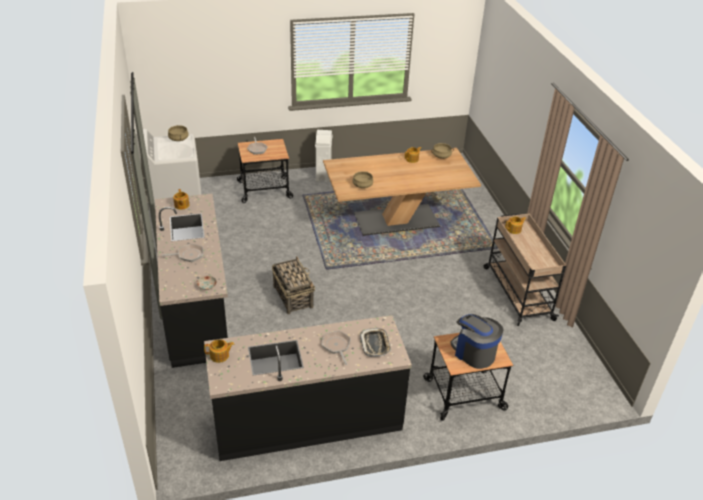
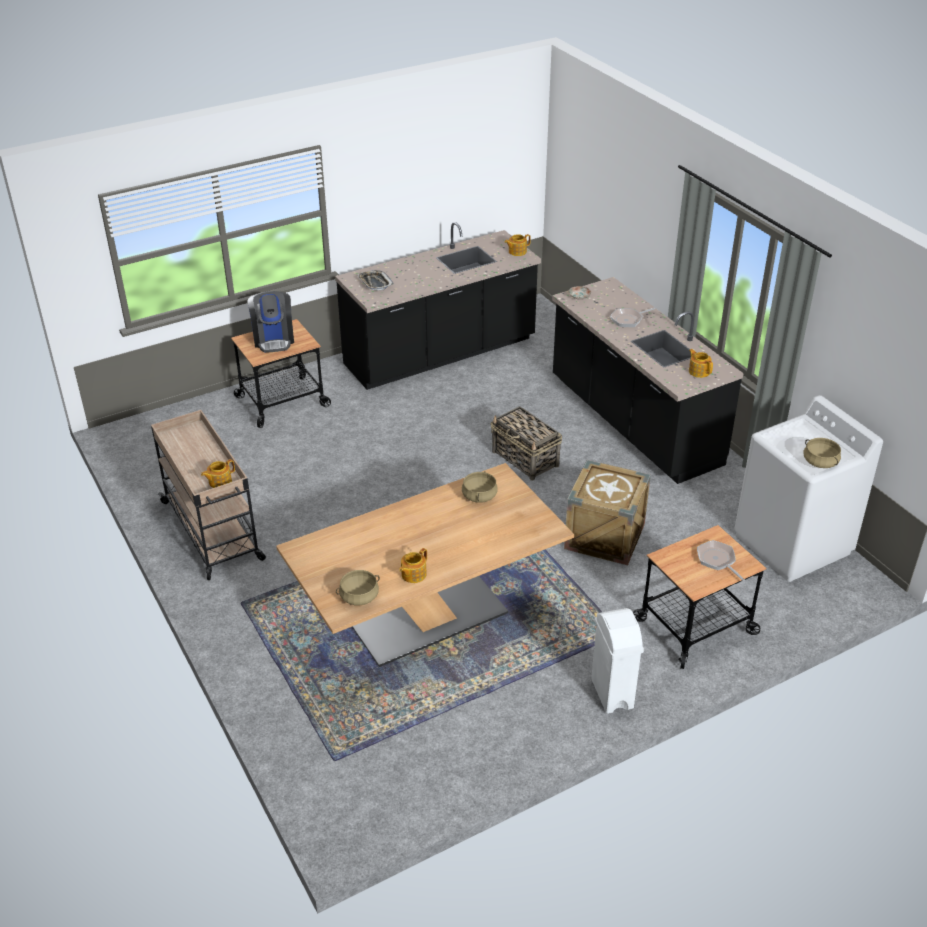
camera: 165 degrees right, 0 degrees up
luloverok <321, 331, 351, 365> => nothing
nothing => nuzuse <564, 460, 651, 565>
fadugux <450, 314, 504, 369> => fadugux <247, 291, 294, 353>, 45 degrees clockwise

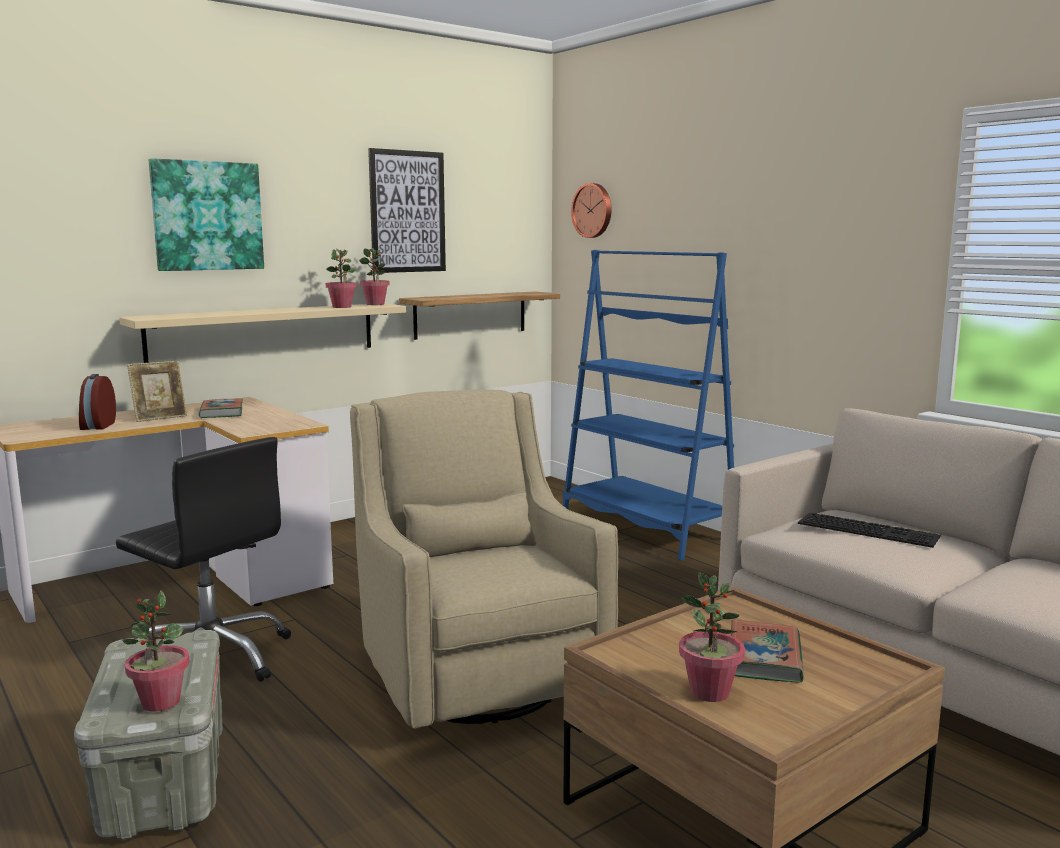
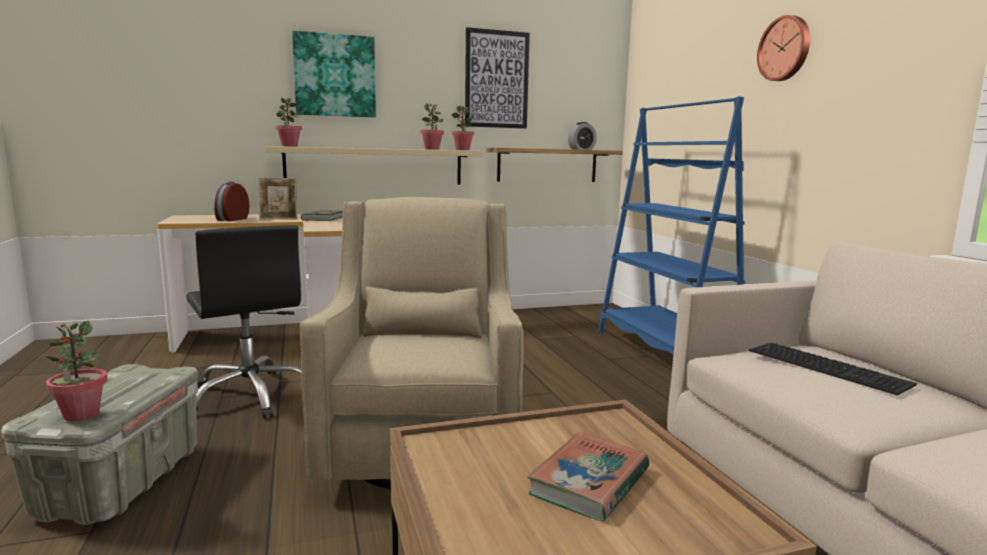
camera: 20 degrees right, 0 degrees up
nothing => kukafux <568, 122, 597, 150>
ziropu <571, 183, 611, 238> => ziropu <757, 15, 810, 81>, moved
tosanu <679, 572, 745, 702> => tosanu <276, 98, 302, 147>, moved

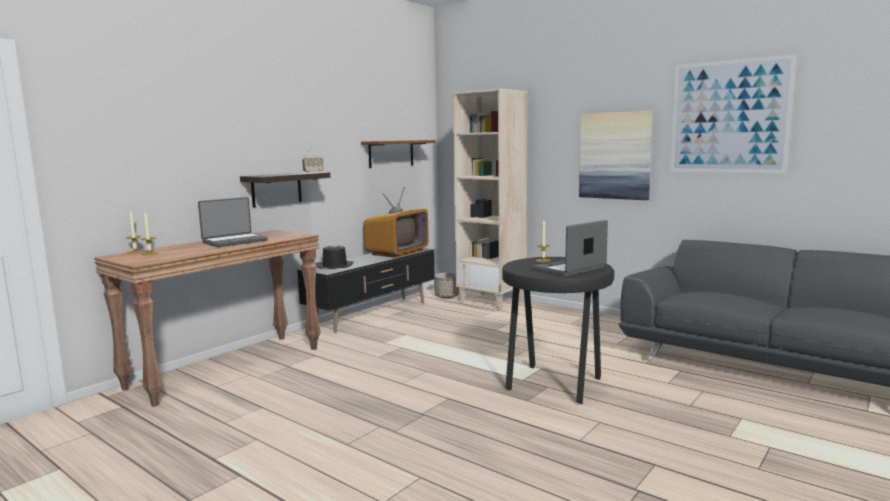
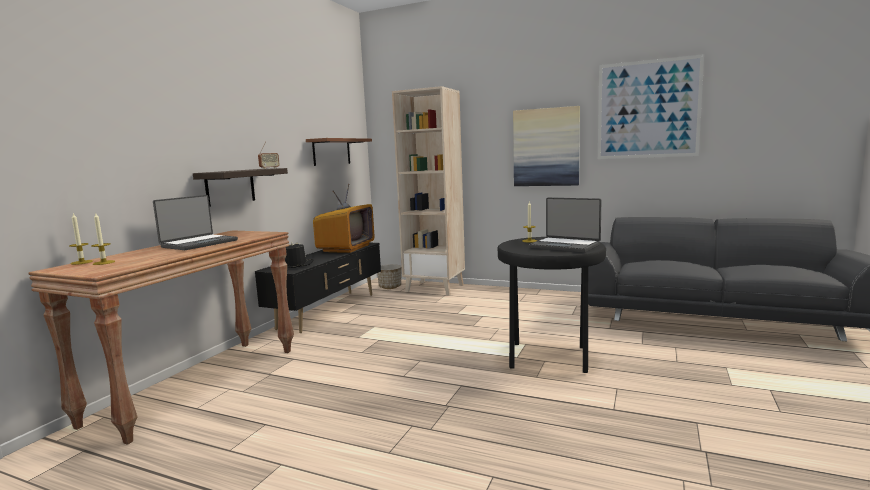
camera: 15 degrees left, 0 degrees up
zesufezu <531, 220, 608, 277> => zesufezu <529, 197, 601, 253>, 90 degrees counterclockwise

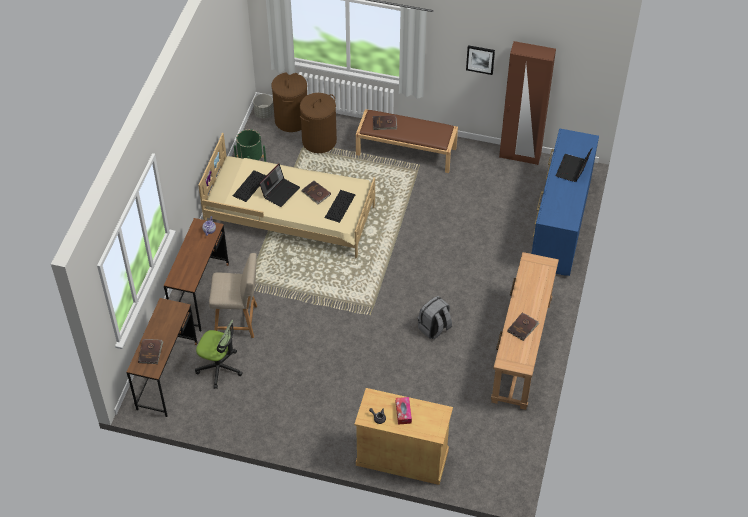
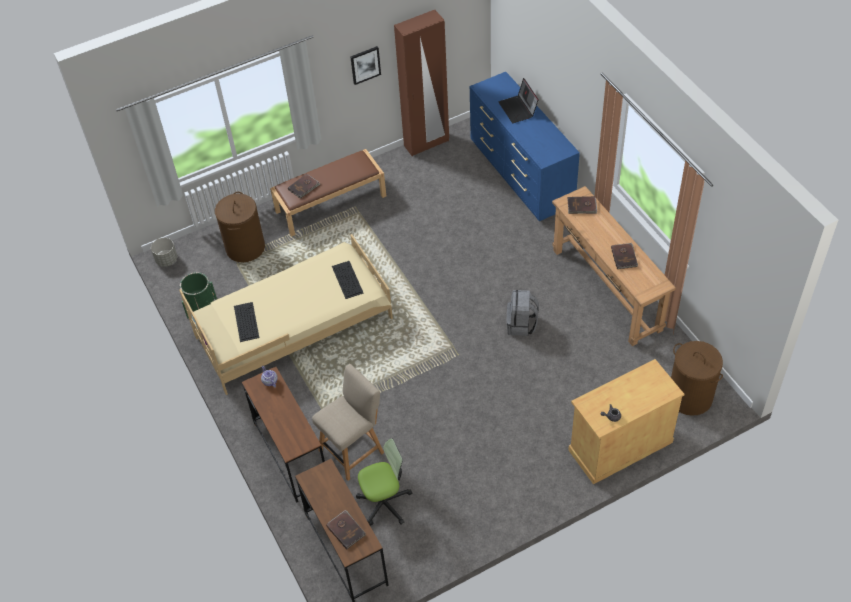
camera: 40 degrees left, 0 degrees up
zesufezu <259, 164, 300, 207> => nothing
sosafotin <396, 397, 412, 425> => nothing
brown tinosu <271, 72, 307, 132> => brown tinosu <671, 341, 723, 416>, moved
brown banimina <302, 181, 331, 204> => brown banimina <567, 196, 597, 214>, moved

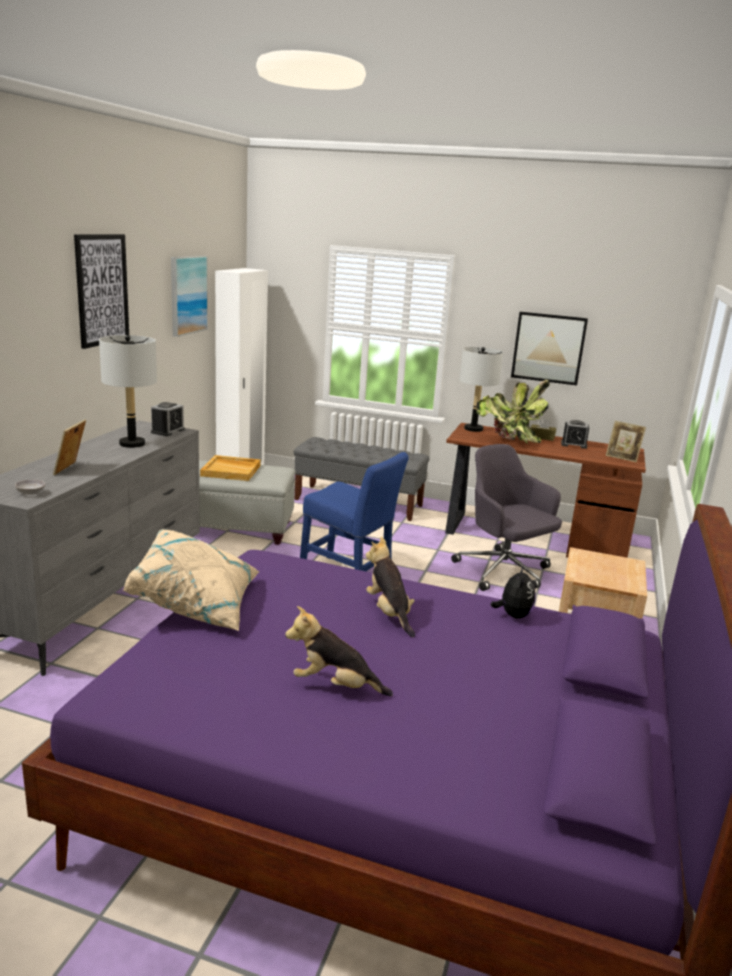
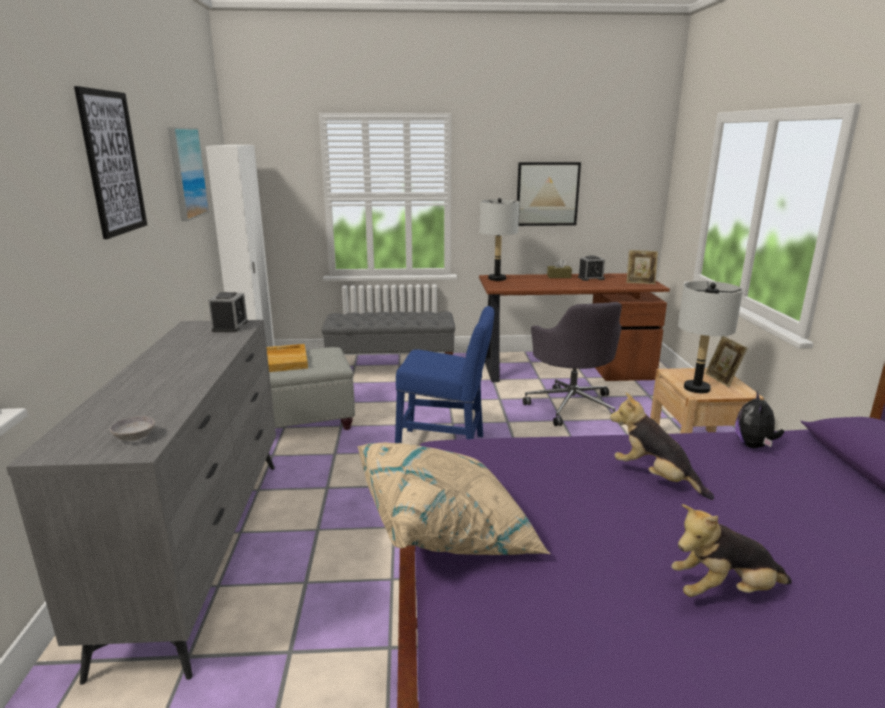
camera: 20 degrees left, 0 degrees up
tosanu <477, 380, 550, 444> => nothing
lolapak <53, 420, 86, 475> => lolapak <705, 336, 748, 387>, moved
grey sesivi <99, 335, 157, 448> => grey sesivi <678, 281, 743, 393>, moved
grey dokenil <451, 444, 562, 591> => grey dokenil <523, 302, 622, 426>, 135 degrees counterclockwise
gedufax <490, 565, 536, 618> => gedufax <735, 392, 784, 448>, 150 degrees counterclockwise

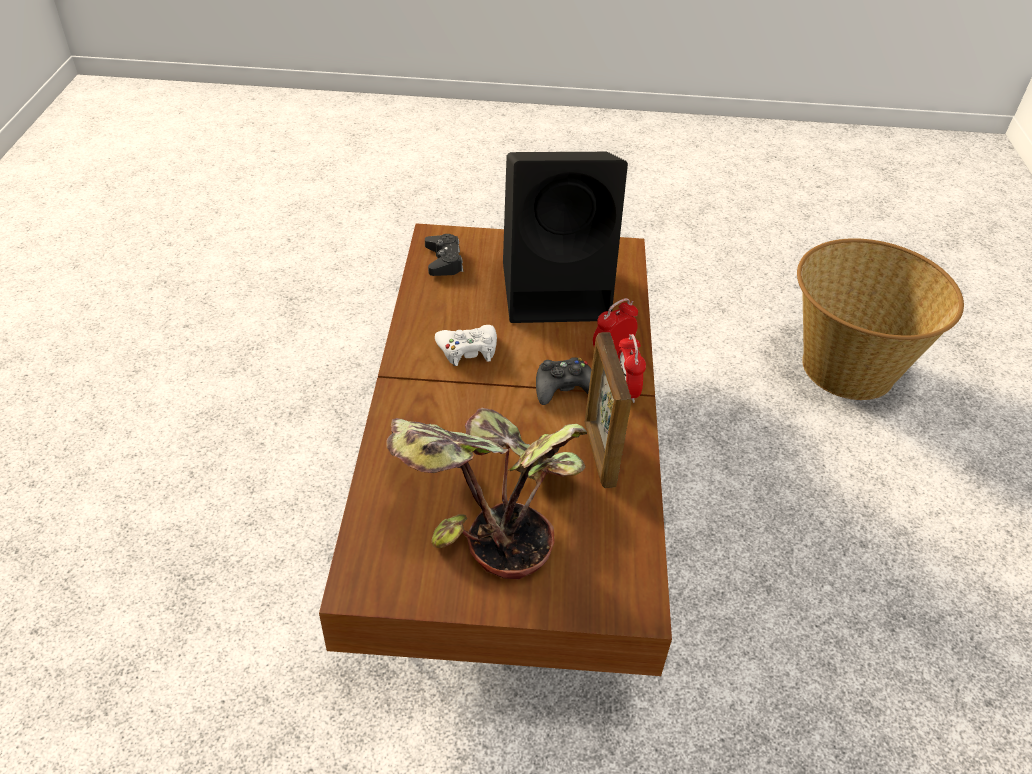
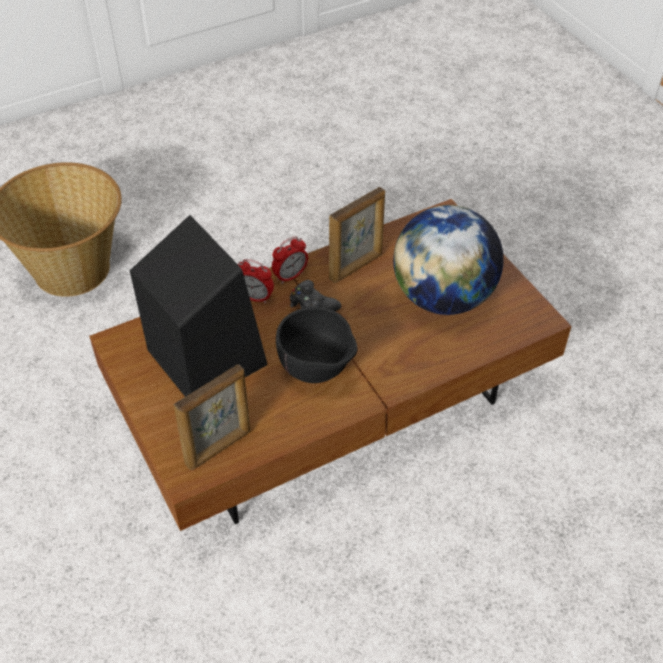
camera: 120 degrees left, 5 degrees up
tosanu <386, 408, 587, 579> => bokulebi <393, 205, 504, 315>
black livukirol <425, 234, 463, 276> => lolapak <174, 364, 250, 470>
white livukirol <435, 325, 497, 366> => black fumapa <276, 307, 357, 383>

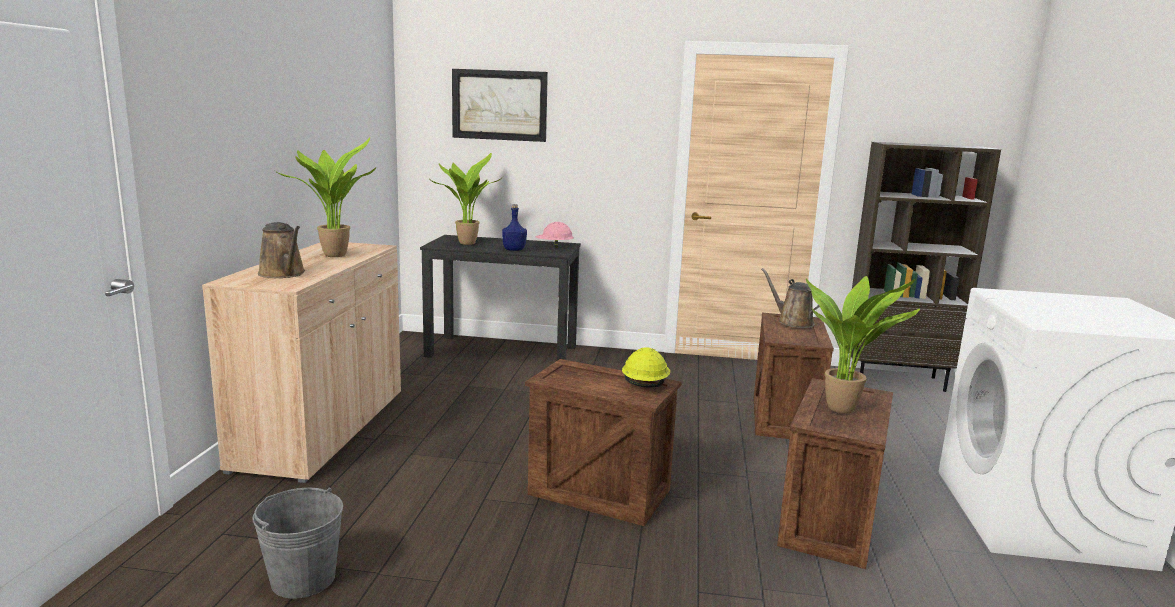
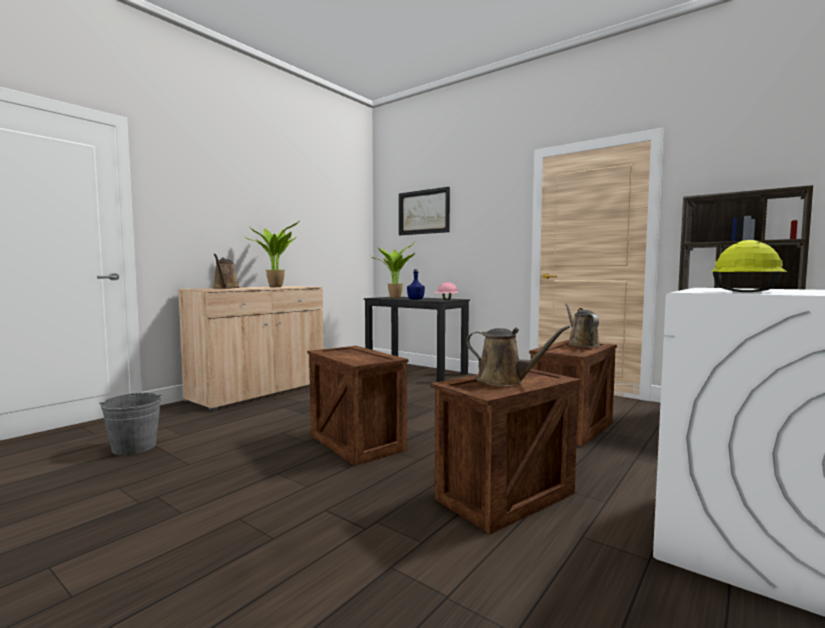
camera: 30 degrees right, 10 degrees down
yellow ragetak <622, 347, 670, 388> => yellow ragetak <711, 240, 787, 292>, moved
tosanu <806, 276, 920, 414> => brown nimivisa <466, 325, 570, 386>

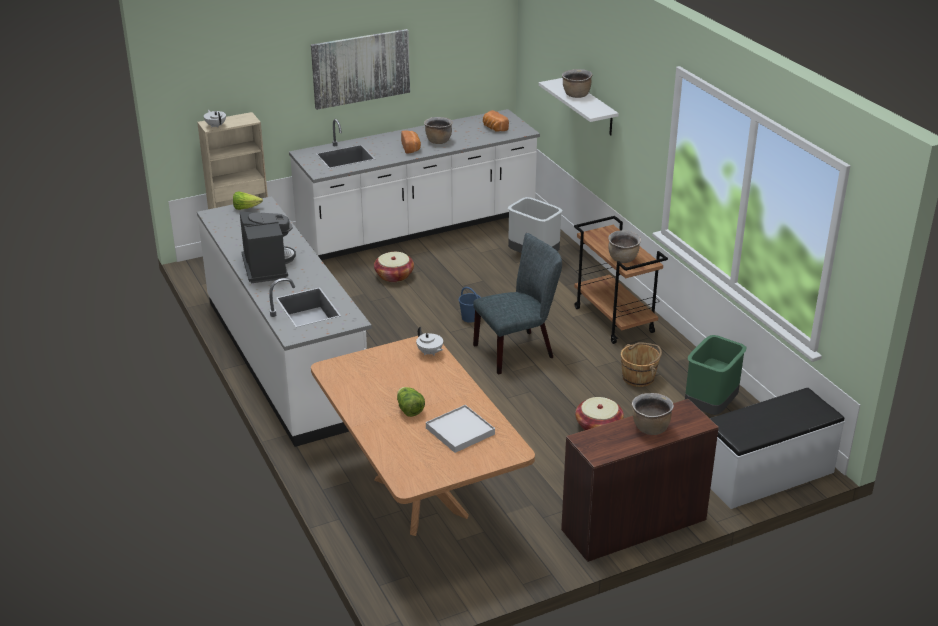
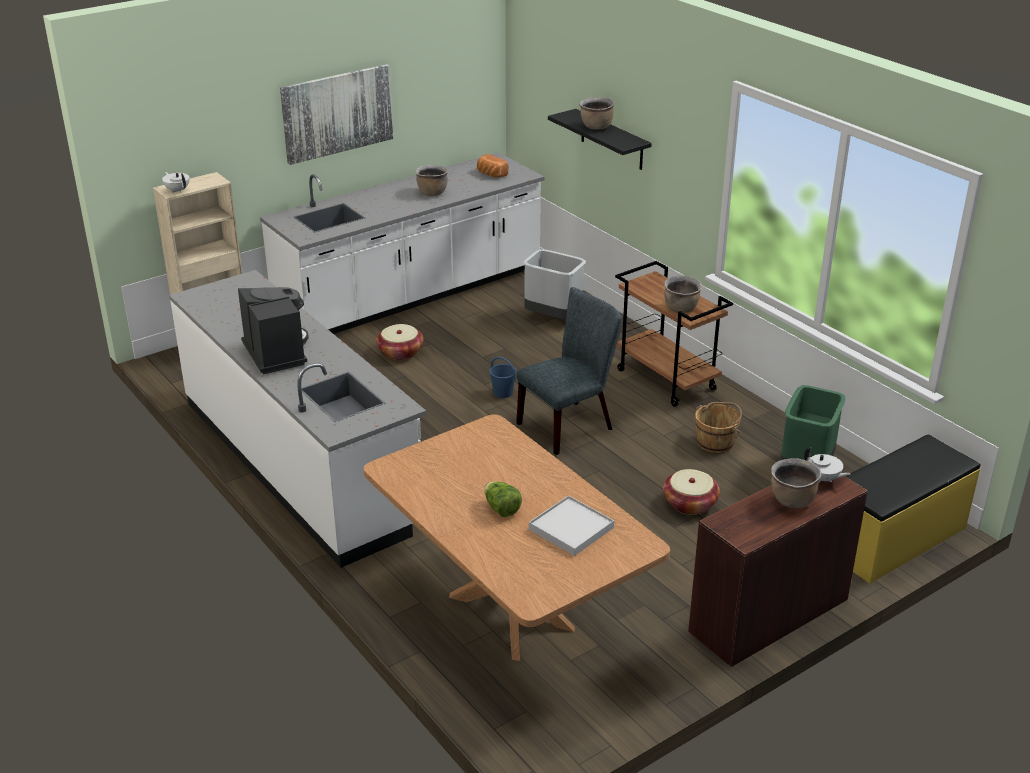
camera: 10 degrees left, 0 degrees up
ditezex <233, 191, 263, 210> => nothing
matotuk <401, 130, 421, 153> => nothing
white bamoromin <416, 327, 443, 356> => white bamoromin <804, 447, 850, 483>, moved
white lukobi <539, 78, 619, 135> => black lukobi <548, 109, 652, 170>
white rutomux <710, 388, 845, 509> => yellow rutomux <845, 435, 980, 583>

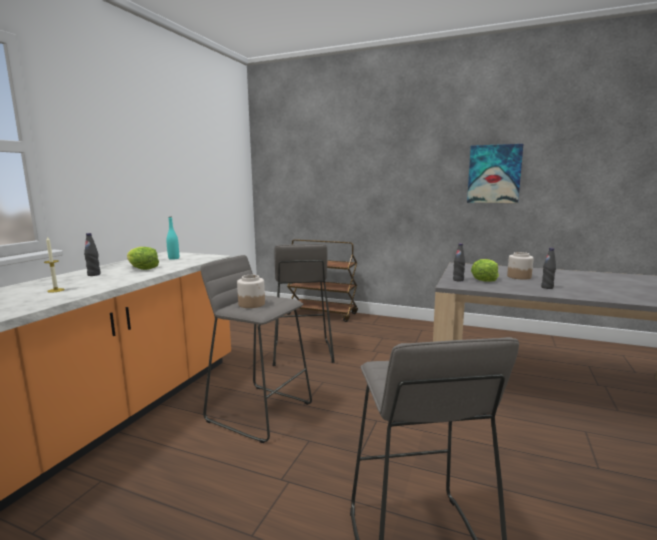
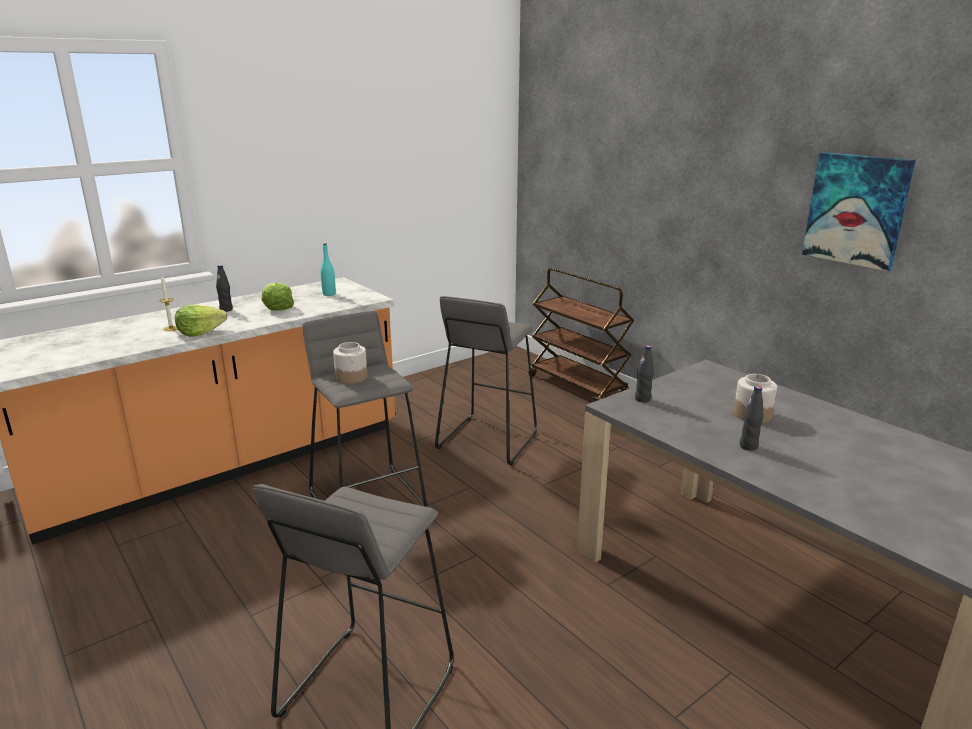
camera: 30 degrees right, 10 degrees up
ditezex <471, 259, 499, 282> => ditezex <175, 305, 227, 337>, moved

